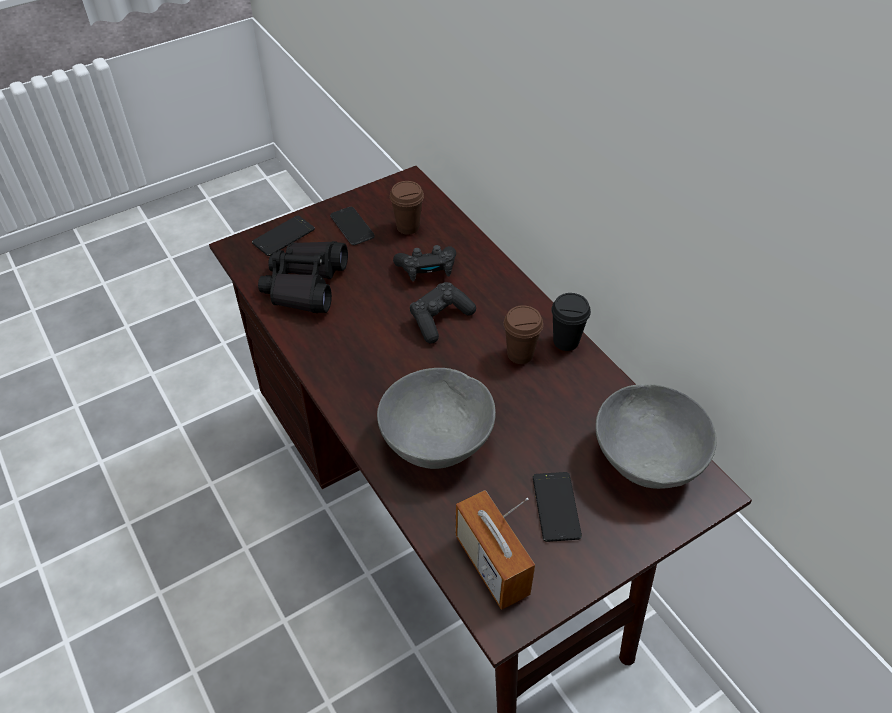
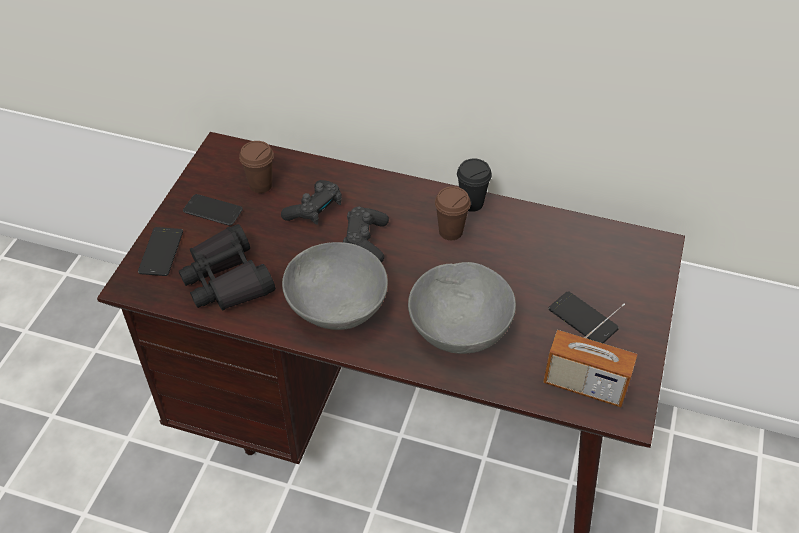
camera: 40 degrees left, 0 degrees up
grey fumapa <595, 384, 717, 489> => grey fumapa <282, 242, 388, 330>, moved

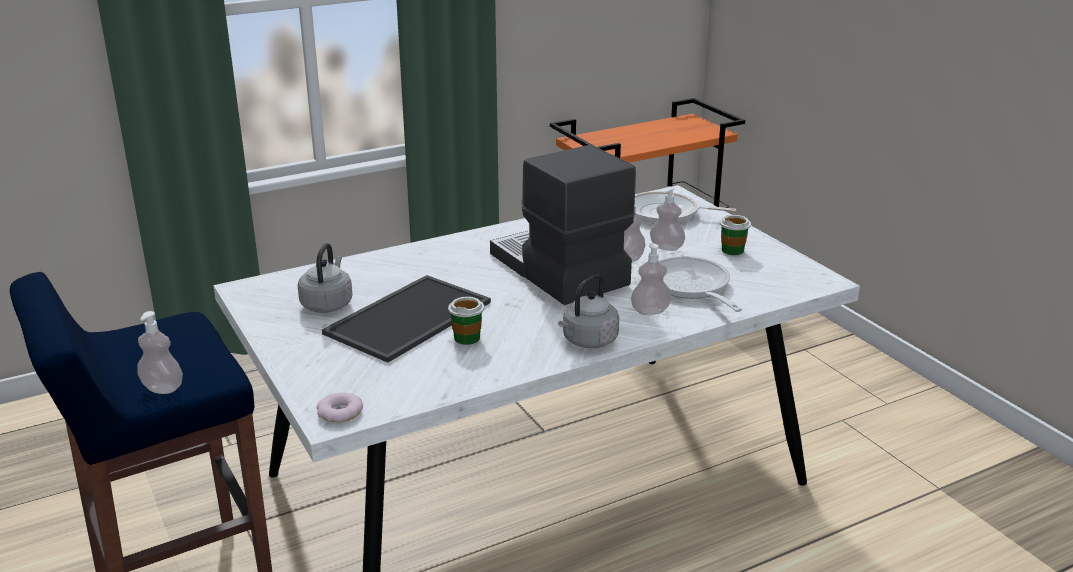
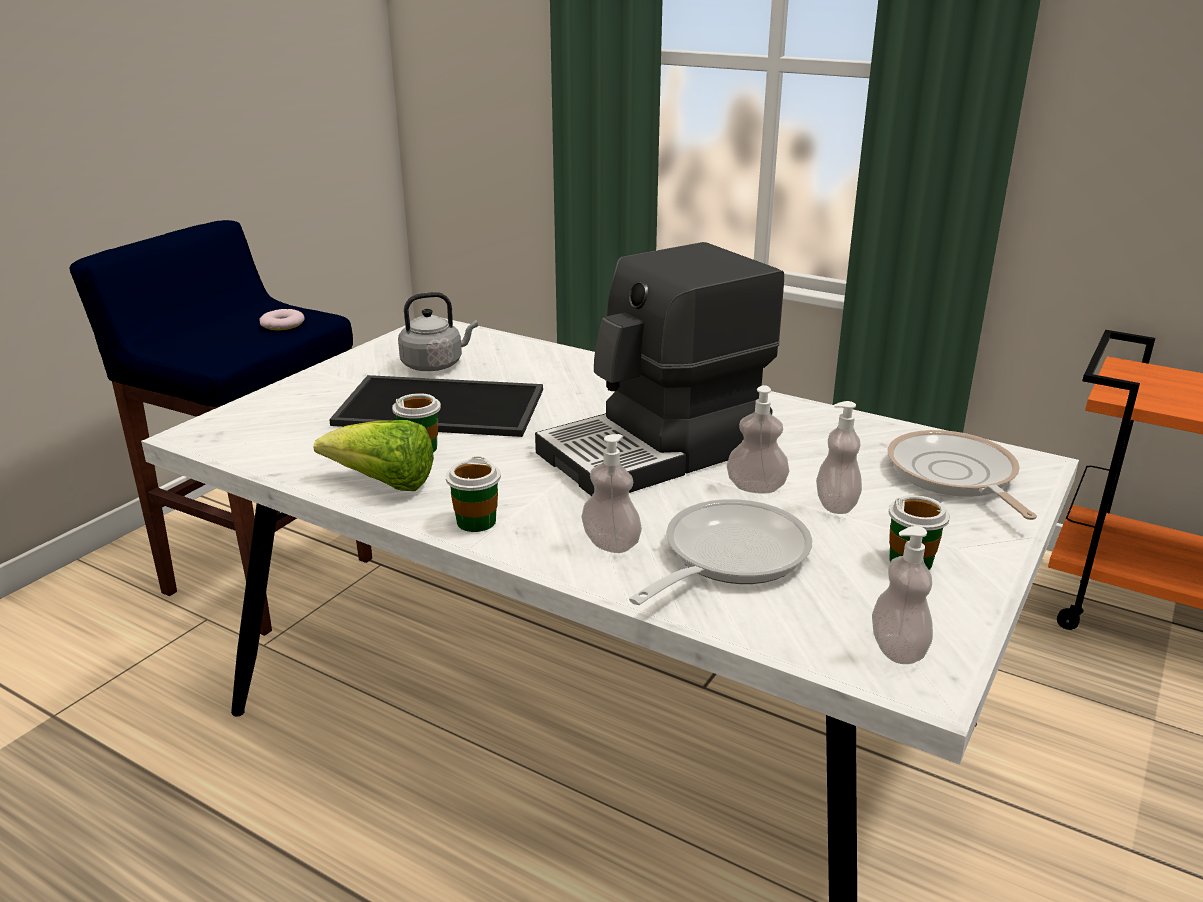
camera: 60 degrees right, 0 degrees up
nothing => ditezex <314, 420, 434, 491>
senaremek <137, 311, 183, 394> => senaremek <872, 526, 933, 664>, moved
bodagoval <317, 392, 363, 422> => bodagoval <259, 309, 305, 330>, moved
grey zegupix <558, 274, 619, 348> => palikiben <446, 456, 501, 532>
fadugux <490, 145, 636, 305> => fadugux <535, 242, 784, 496>, 150 degrees counterclockwise

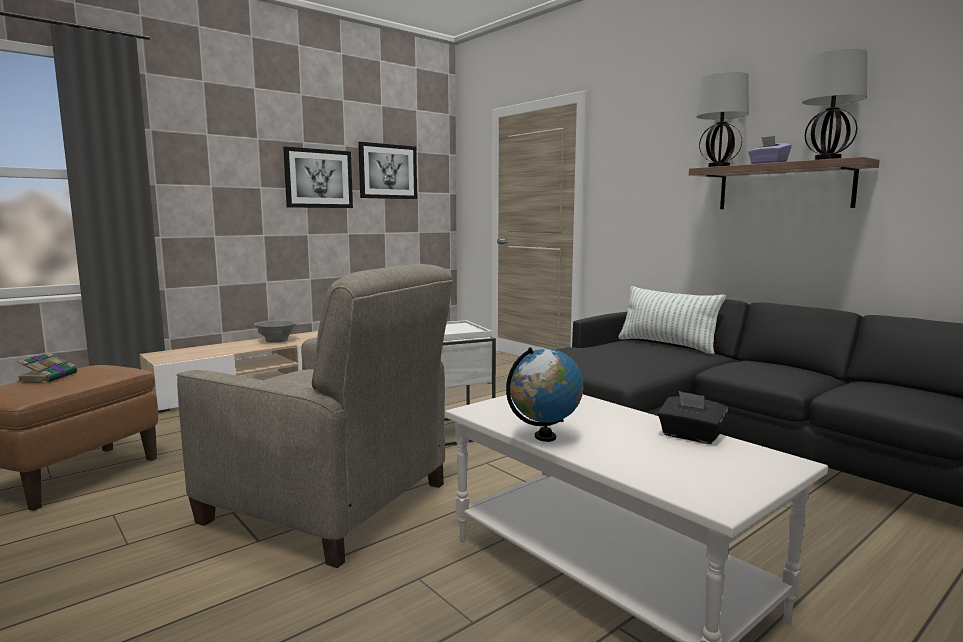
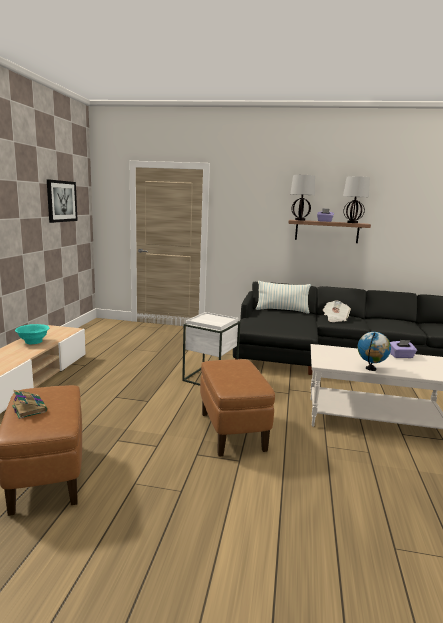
camera: 40 degrees left, 5 degrees up
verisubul <283, 147, 353, 208> => nothing
nothing => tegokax <323, 300, 351, 322>
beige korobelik <177, 264, 452, 568> => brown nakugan <200, 359, 275, 457>
grey fumapa <254, 320, 297, 343> => turquoise fumapa <15, 324, 49, 344>
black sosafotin <658, 391, 728, 444> => purple sosafotin <390, 340, 417, 358>

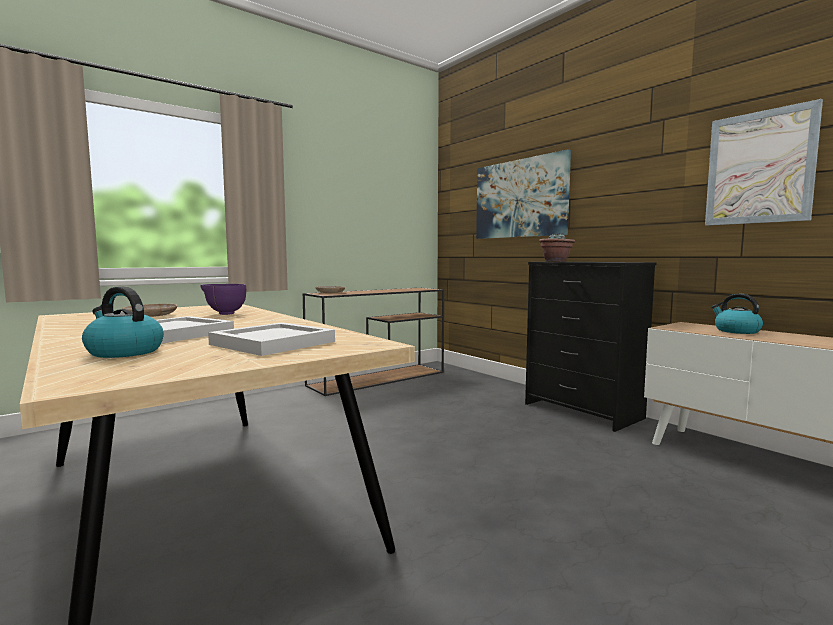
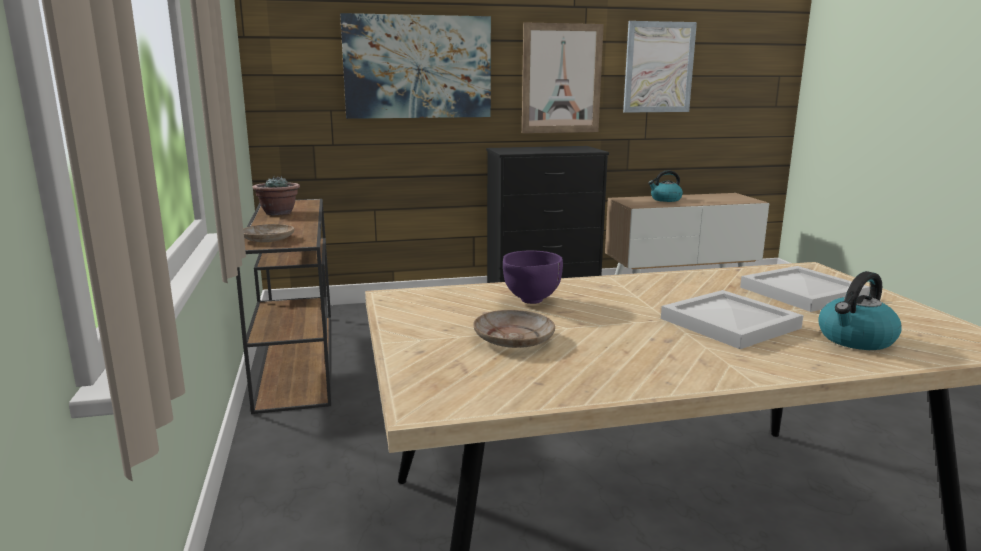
camera: 65 degrees left, 10 degrees up
nothing => verisubul <522, 22, 604, 133>
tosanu <539, 233, 575, 262> => tosanu <252, 176, 300, 215>, moved

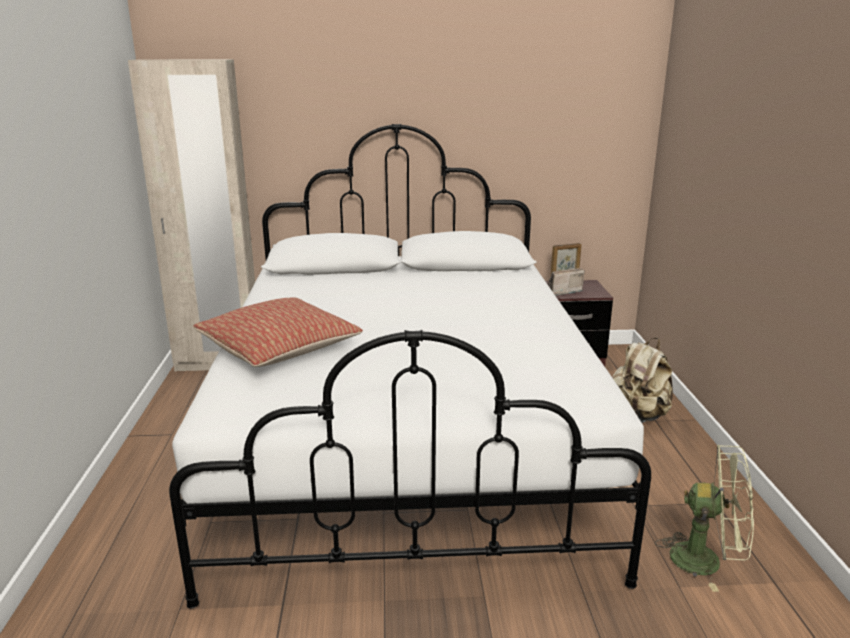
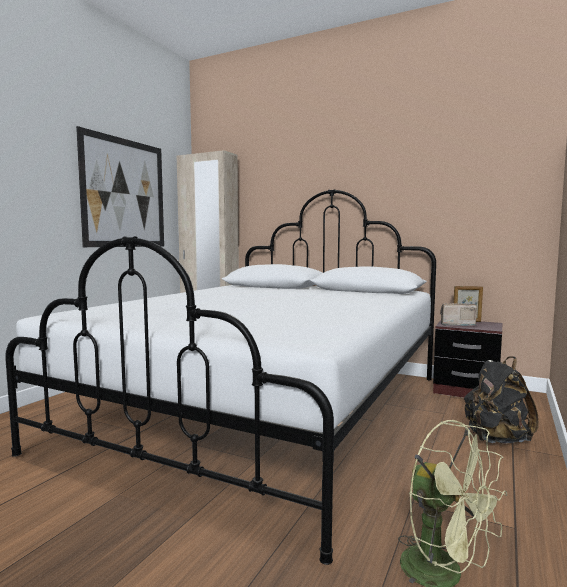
camera: 30 degrees right, 15 degrees down
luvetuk <193, 297, 363, 367> => nothing
nothing => verisubul <76, 126, 164, 247>
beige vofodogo <612, 338, 673, 423> => black vofodogo <464, 356, 539, 444>

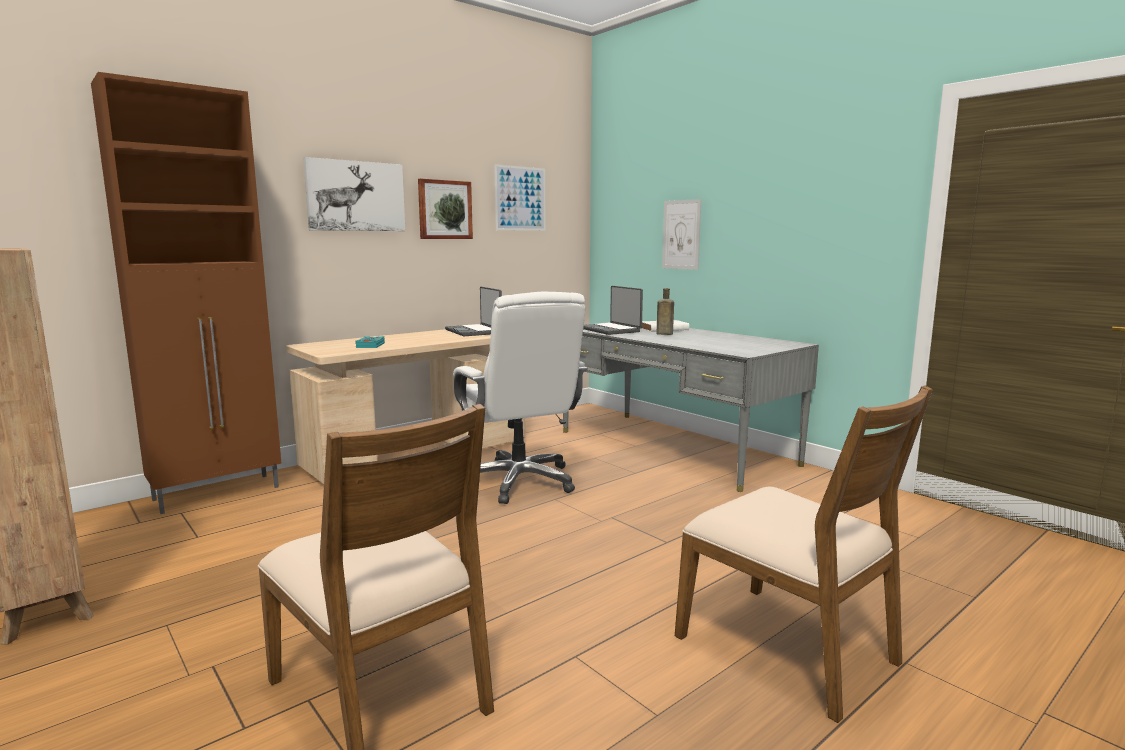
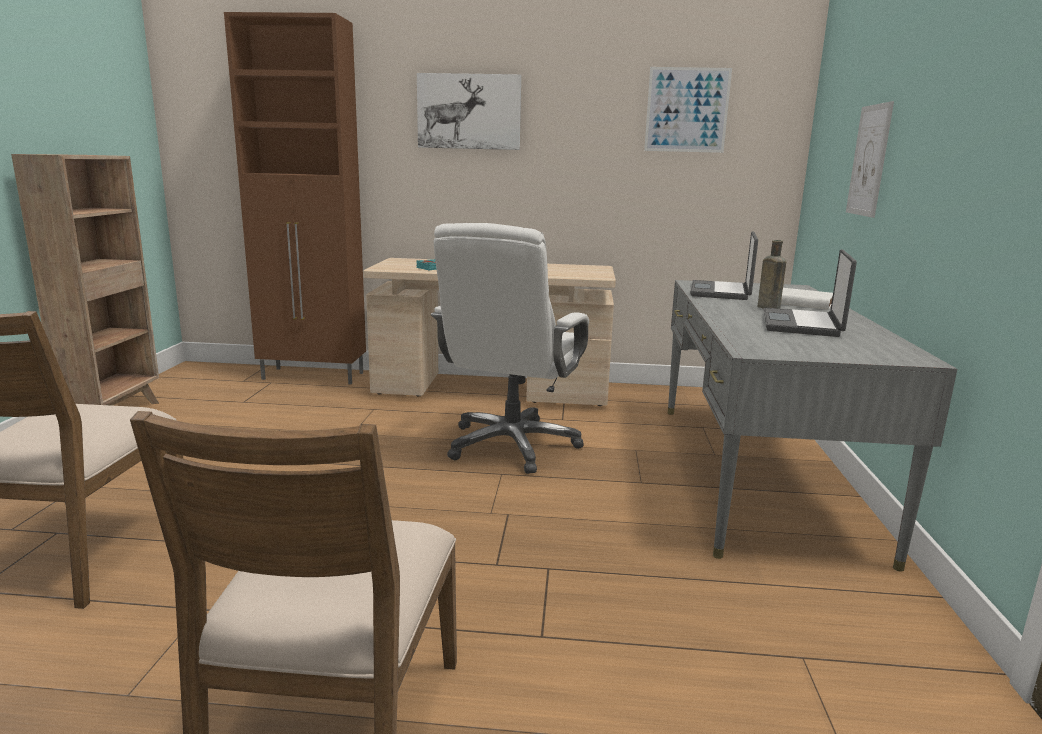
camera: 45 degrees right, 5 degrees up
verisubul <418, 179, 473, 239> => nothing
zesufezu <445, 287, 502, 336> => zesufezu <764, 249, 857, 337>, moved

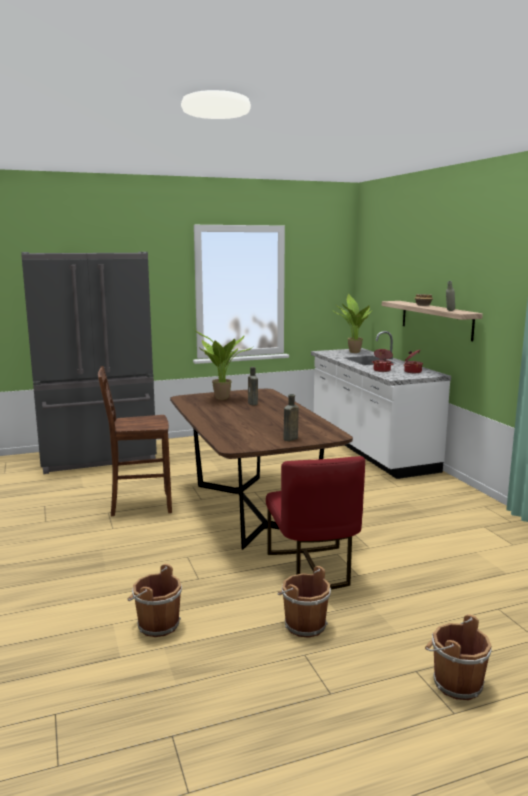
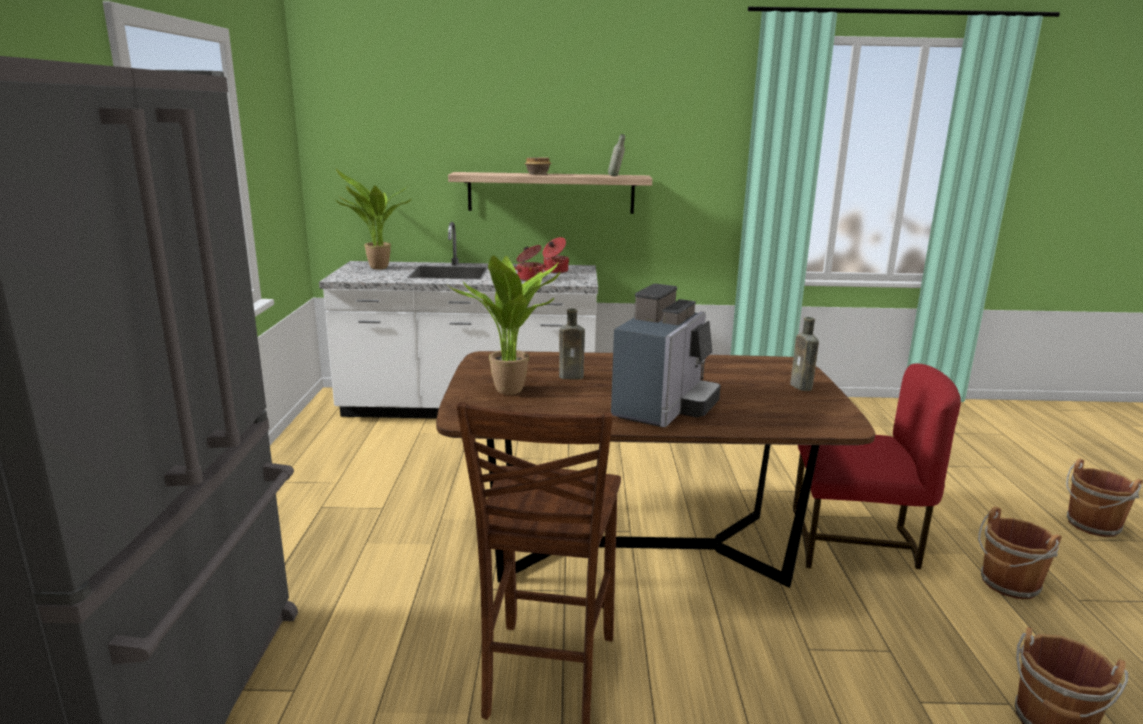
camera: 70 degrees left, 5 degrees up
nothing => fadugux <611, 284, 721, 427>

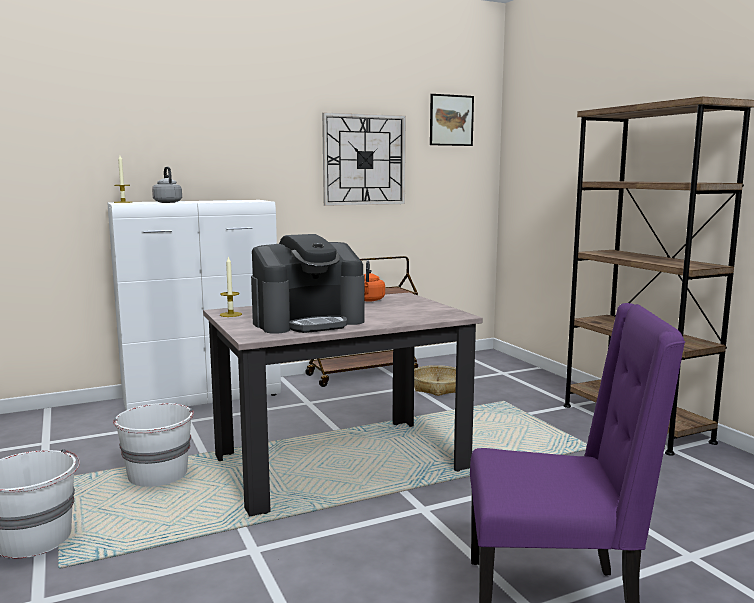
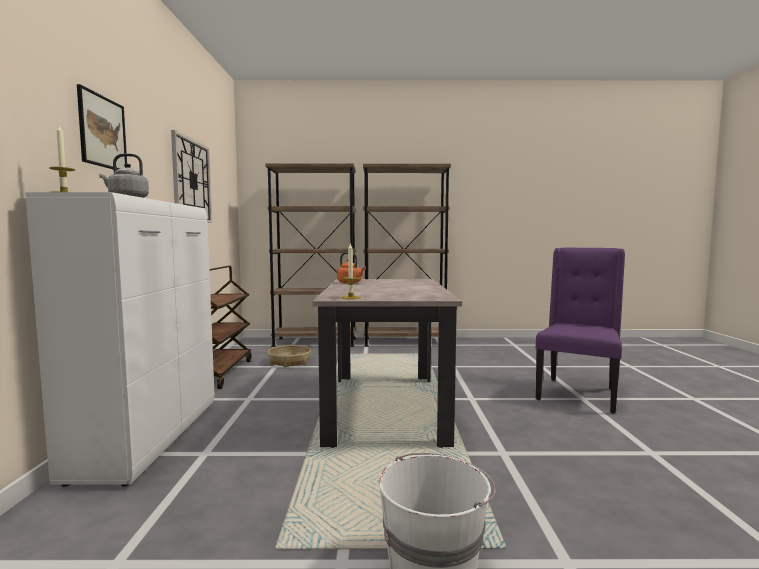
camera: 65 degrees left, 5 degrees down
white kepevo <113, 403, 194, 487> => nothing
fadugux <251, 234, 365, 334> => nothing
nothing => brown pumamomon <266, 164, 356, 347>
verisubul <430, 94, 474, 146> => verisubul <77, 84, 127, 170>, moved

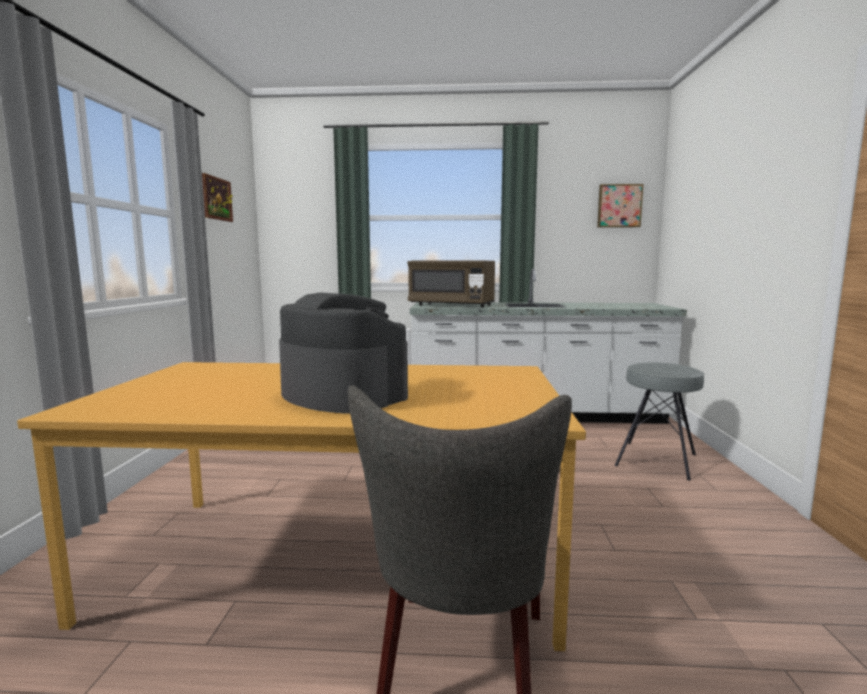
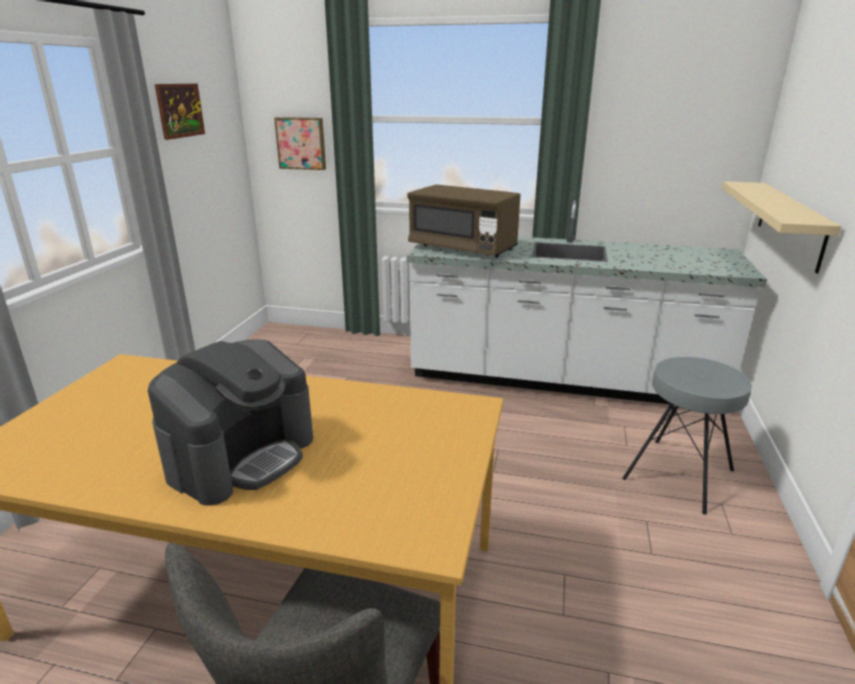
camera: 10 degrees right, 15 degrees up
nothing => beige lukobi <722, 181, 841, 273>
verisubul <597, 184, 644, 228> => verisubul <274, 117, 326, 170>, moved
fadugux <279, 292, 408, 414> => fadugux <148, 339, 313, 506>, 75 degrees clockwise

